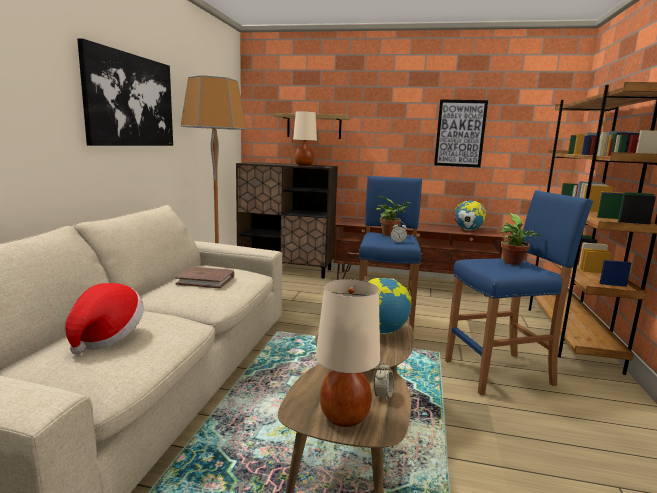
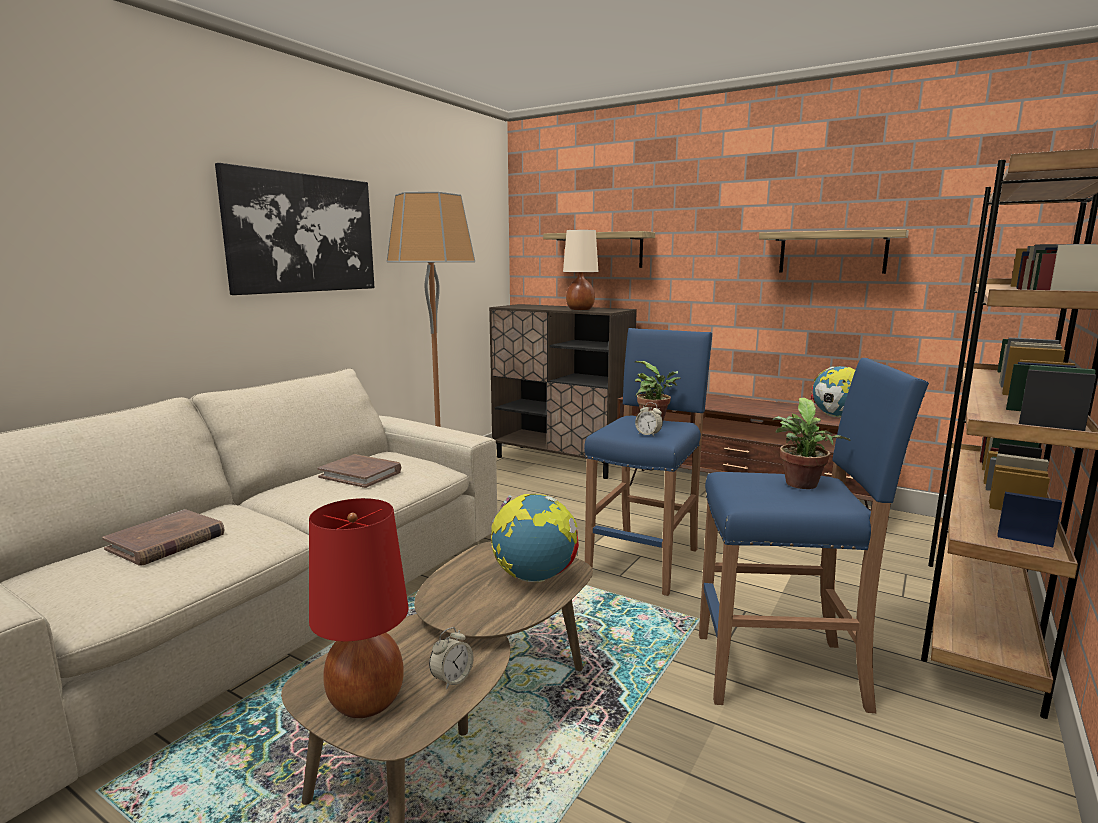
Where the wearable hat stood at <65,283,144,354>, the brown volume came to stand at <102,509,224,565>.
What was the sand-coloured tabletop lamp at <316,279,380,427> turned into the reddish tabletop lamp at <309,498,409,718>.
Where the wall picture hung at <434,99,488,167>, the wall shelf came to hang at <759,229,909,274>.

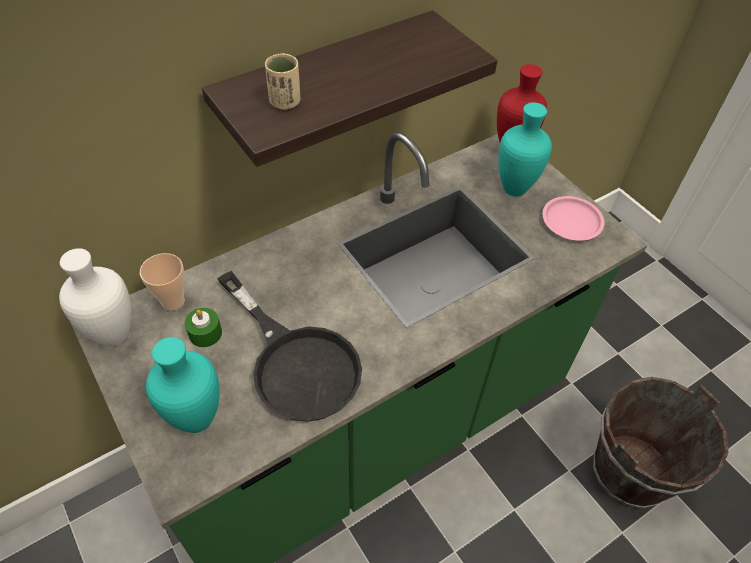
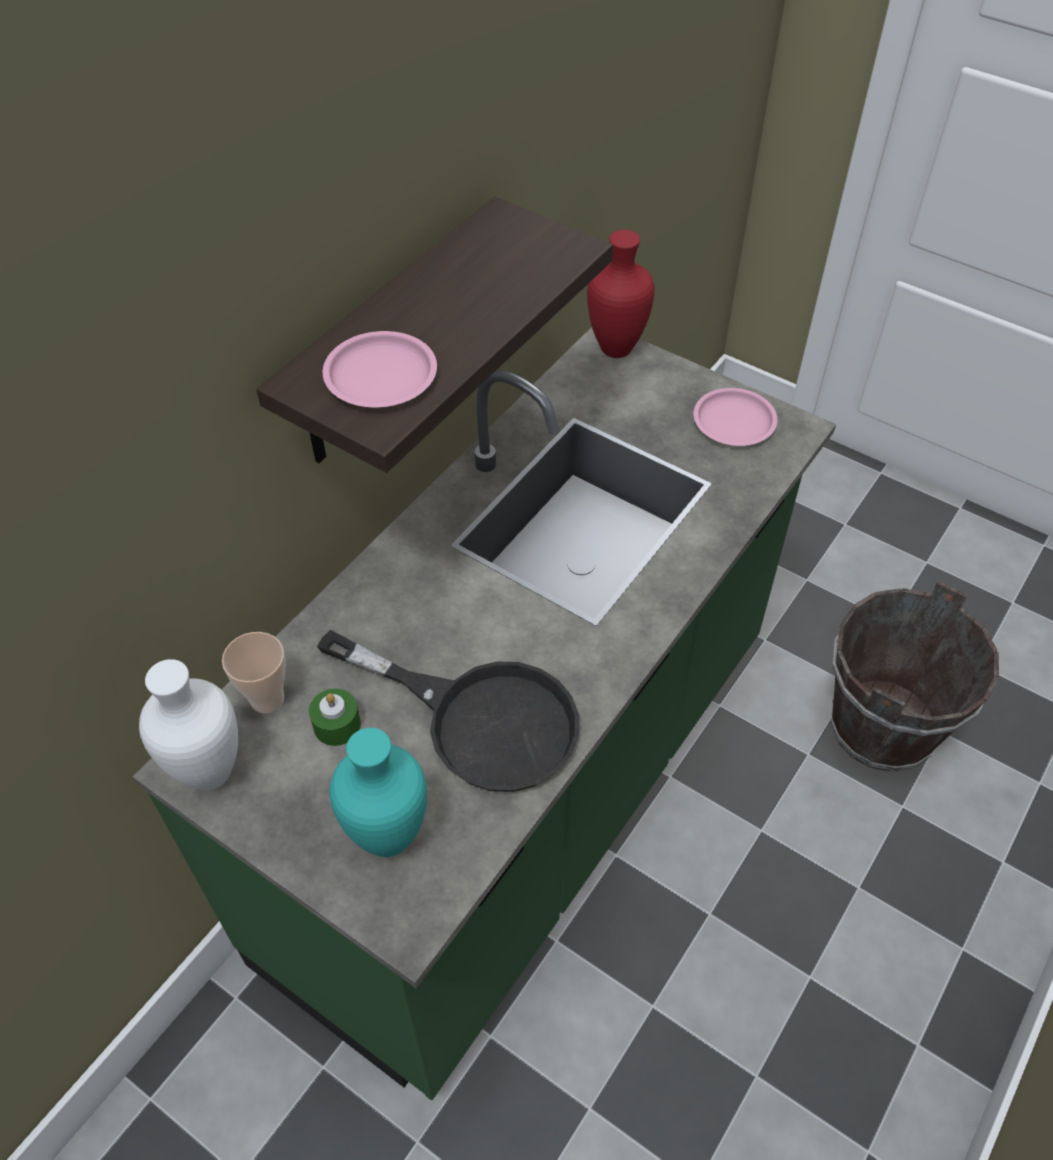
Where the sand-coloured cup stood at <265,53,300,110>, the pink dinner plate came to stand at <323,331,437,407>.
The second view lost the blue-green vase at <498,102,552,197>.

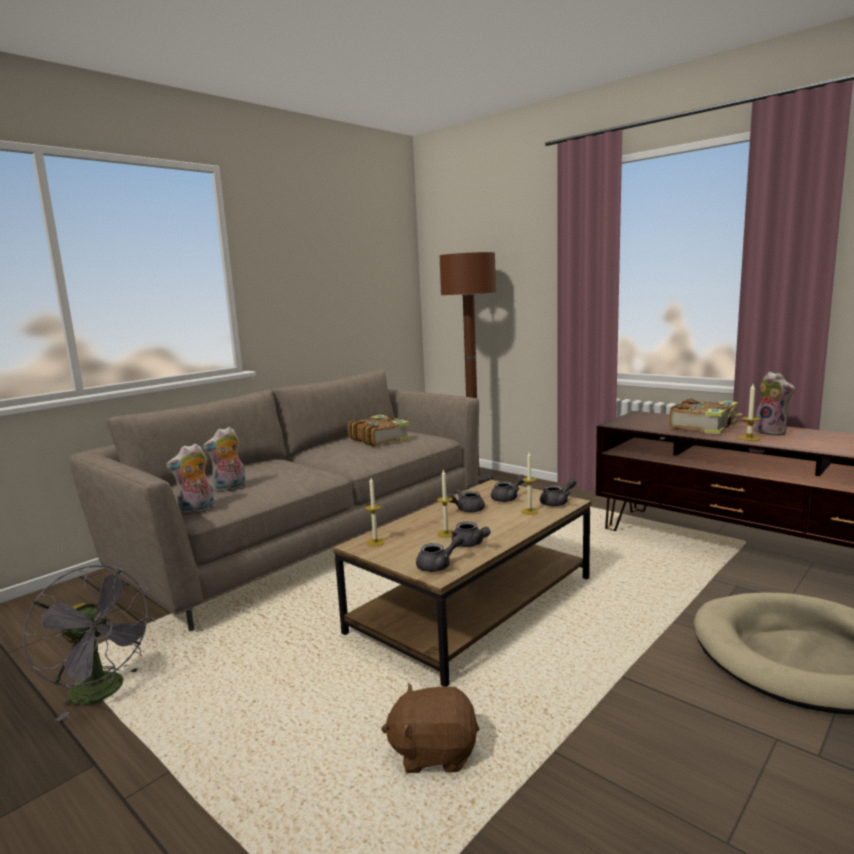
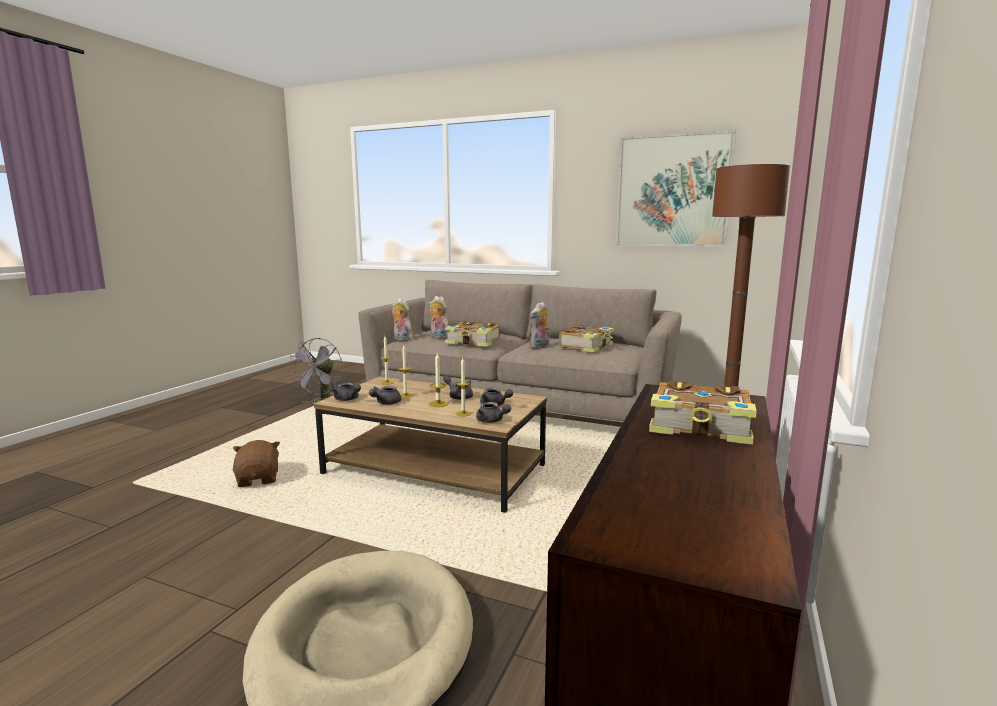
The wax candle ended up elsewhere, having gone from <738,384,761,441> to <429,353,448,407>.
The plush toy ended up elsewhere, having gone from <753,372,795,436> to <530,302,550,349>.
The second view gained the volume at <445,321,500,347>.
The second view gained the wall picture at <615,130,736,247>.

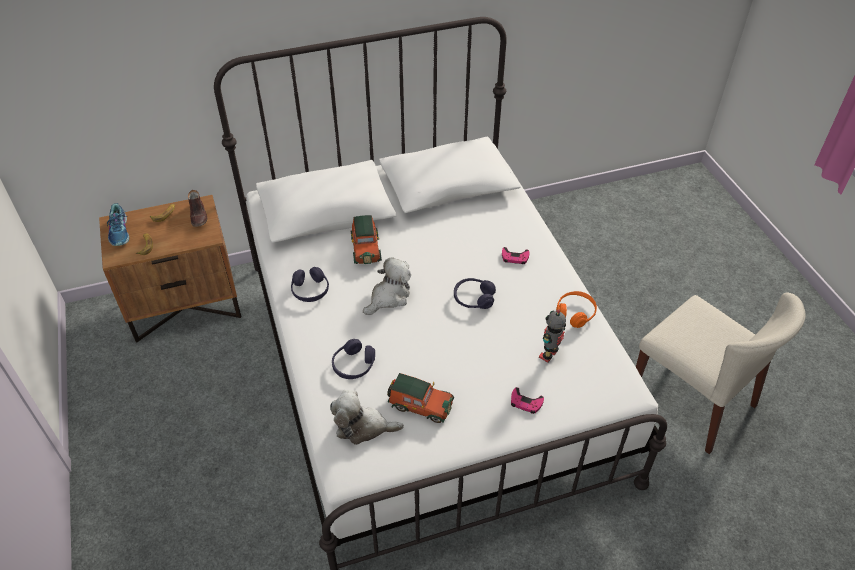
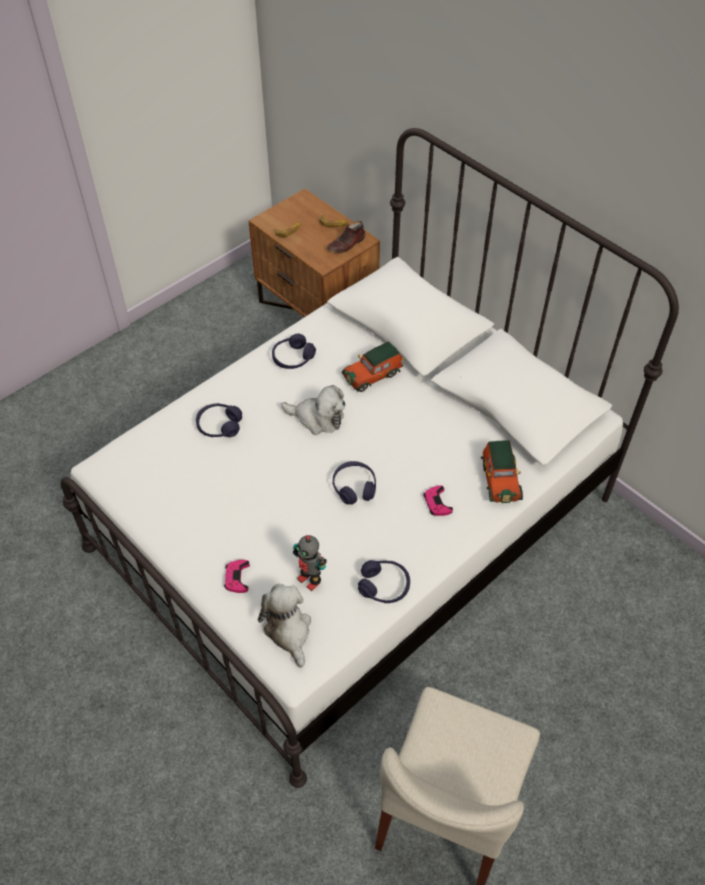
The second view lost the shoe at <107,203,129,246>.
The plush toy ended up elsewhere, having gone from <330,390,404,445> to <258,584,311,668>.
The toy car ended up elsewhere, having gone from <387,373,454,423> to <481,441,523,503>.
The model robot at <539,309,566,362> ended up facing another way, 150 degrees counterclockwise from before.
What was the orangey pair of headphones at <556,291,597,328> turned into the purplish pair of headphones at <358,560,410,603>.

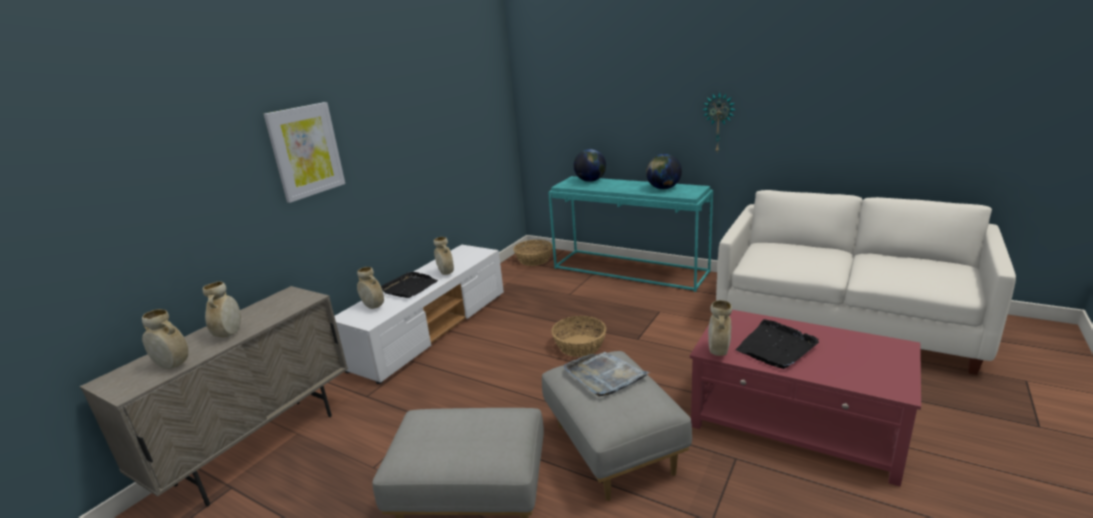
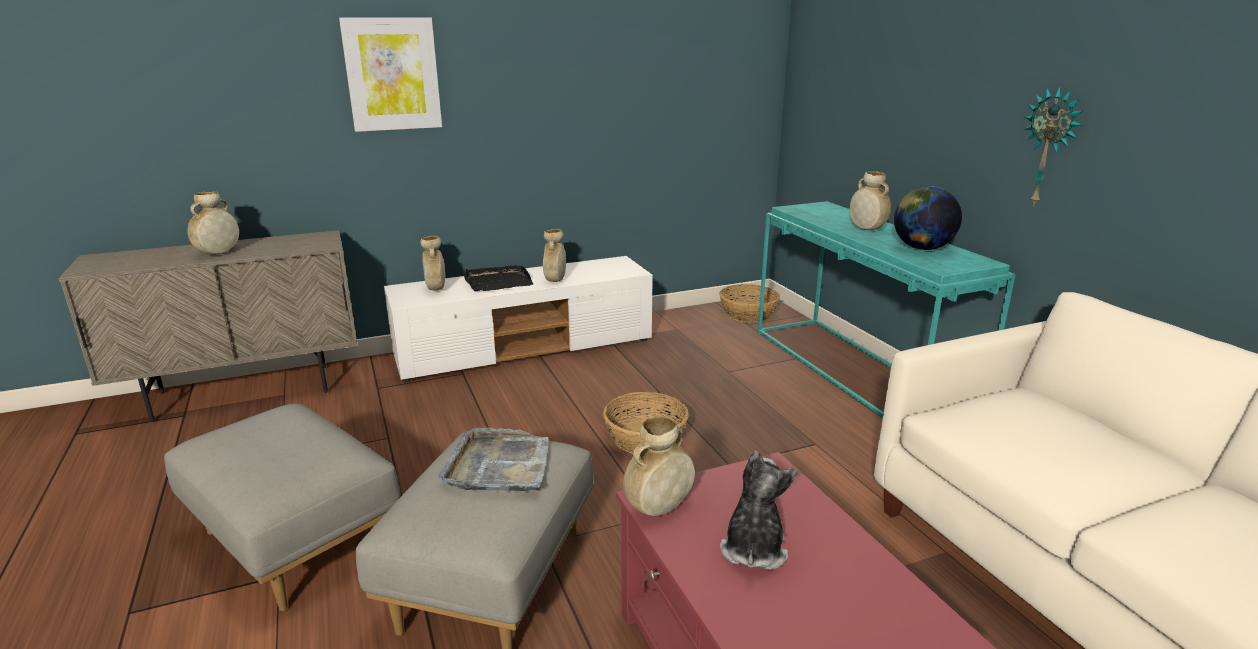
The sand-coloured vase ended up elsewhere, having gone from <142,309,189,369> to <850,171,891,230>.
The second view lost the globe at <574,149,606,182>.
Where the black serving tray stood at <735,319,819,369>, the plush toy came to stand at <720,451,798,570>.

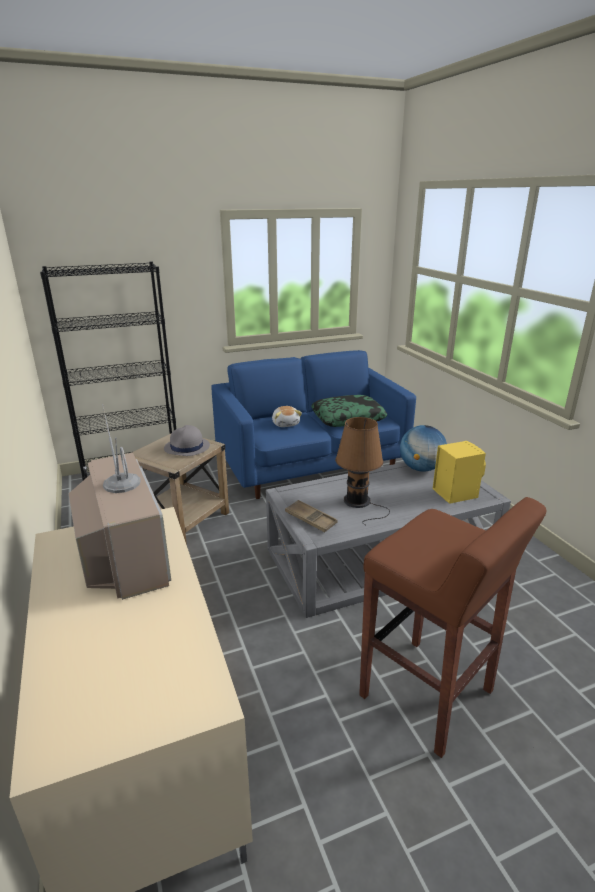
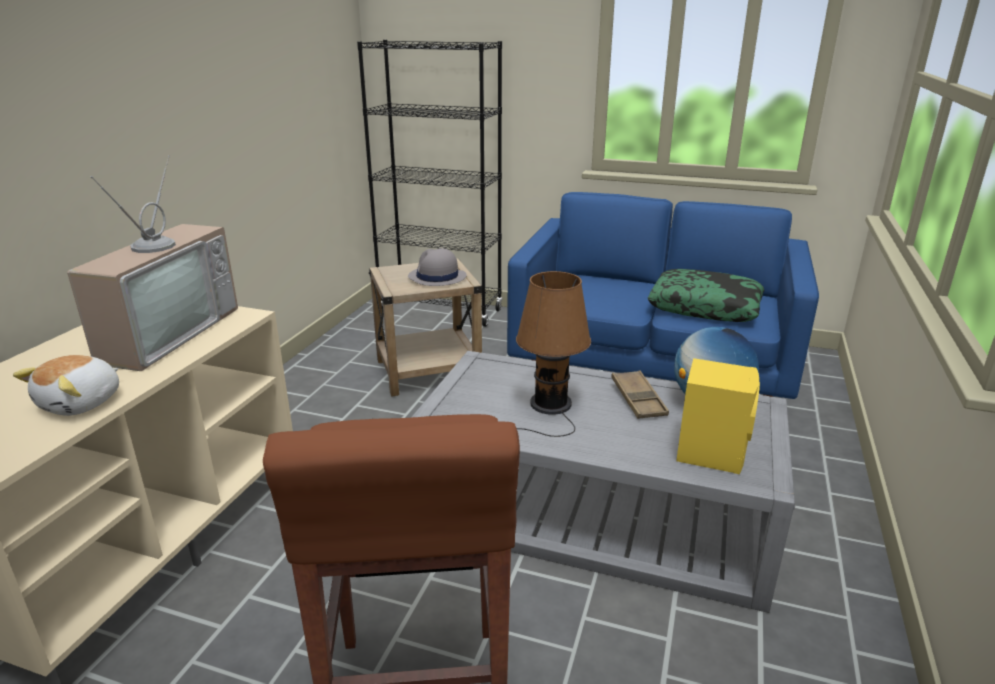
The plush toy ended up elsewhere, having gone from <272,406,302,427> to <13,355,119,416>.
The brown serving tray ended up elsewhere, having gone from <285,500,337,532> to <611,370,669,419>.

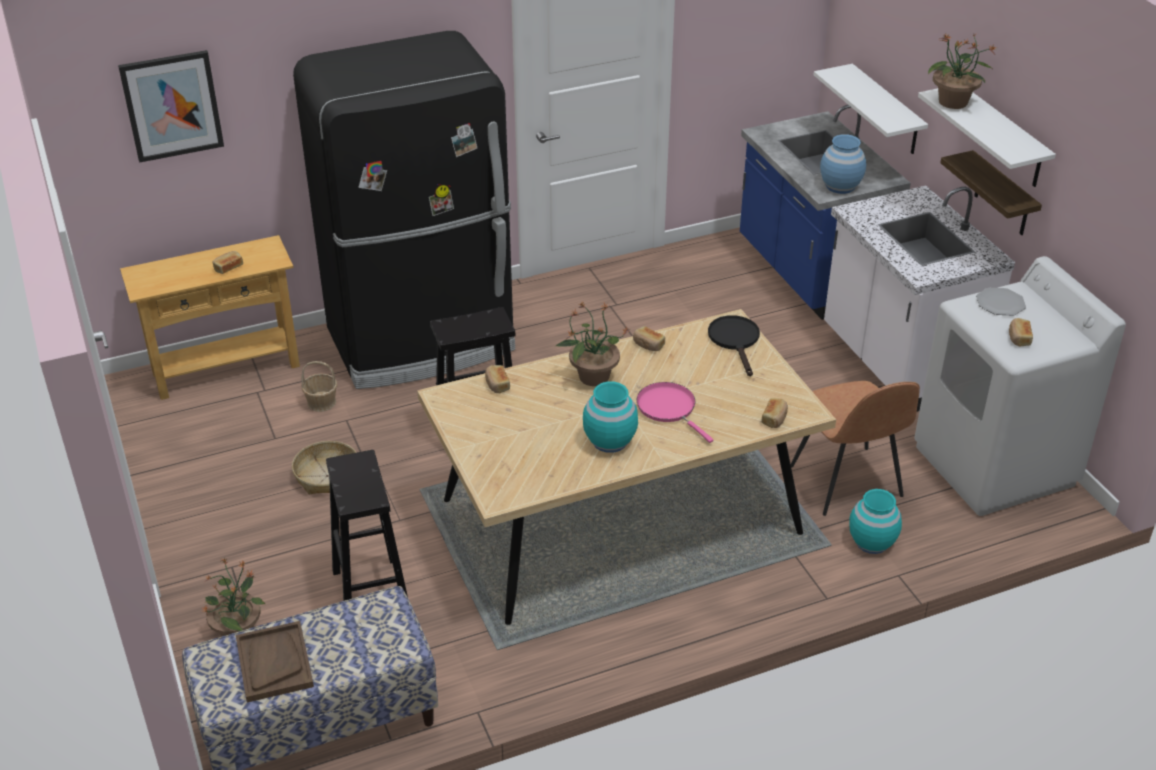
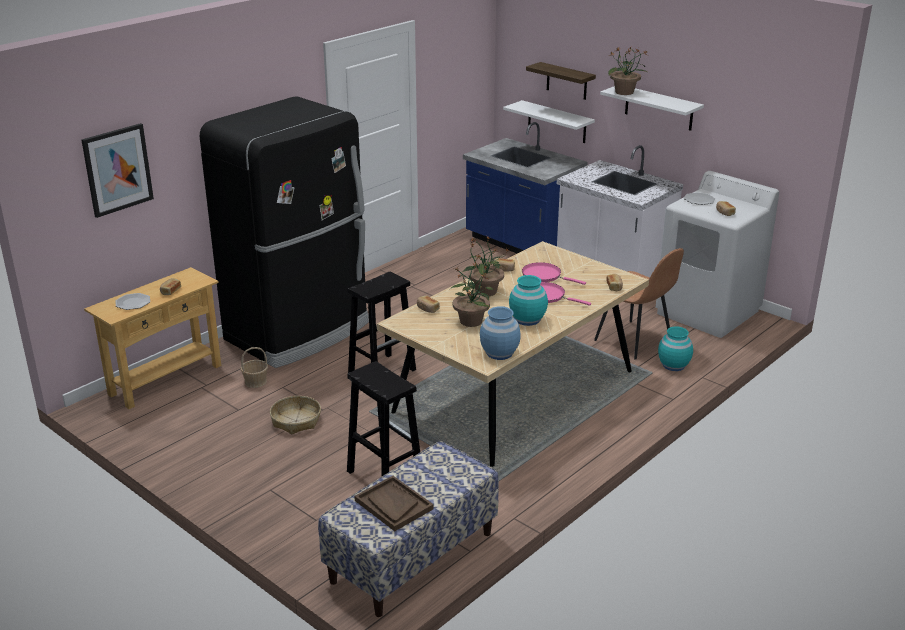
The houseplant ended up elsewhere, having gone from <202,559,265,636> to <450,262,494,327>.
The second view lost the black pan at <708,315,760,377>.
The bluish vase ended up elsewhere, having gone from <820,134,866,194> to <480,306,521,360>.
The wall shelf ended up elsewhere, having gone from <940,150,1042,235> to <526,62,596,100>.
The second view gained the dinner plate at <115,293,150,310>.
The second view gained the pink pan at <522,262,586,285>.

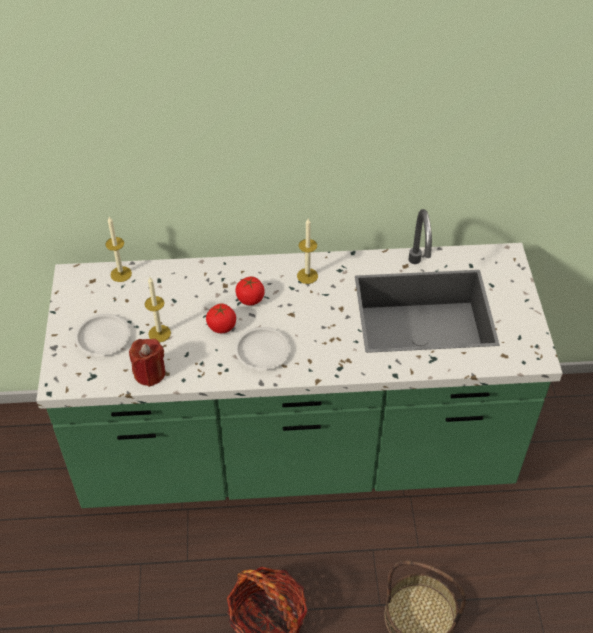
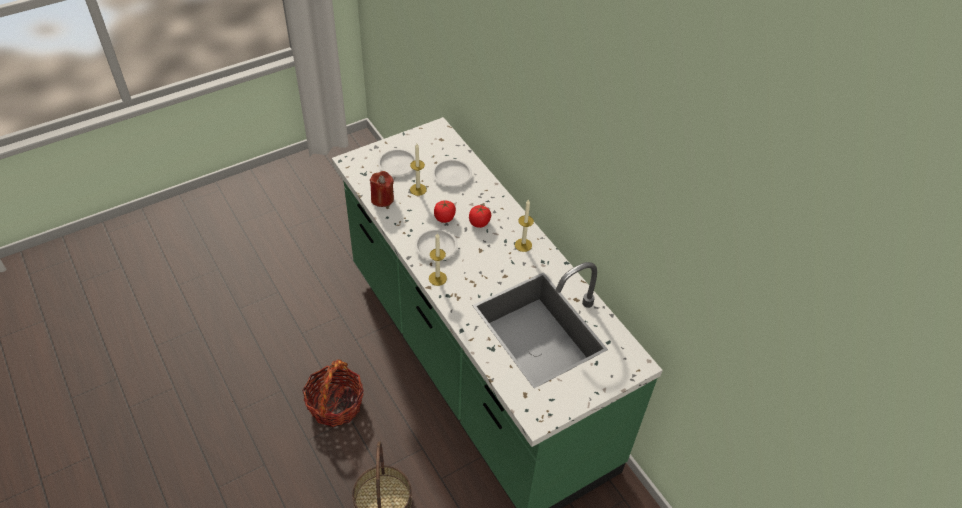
The wax candle ended up elsewhere, having gone from <105,217,132,282> to <429,233,447,286>.
The second view gained the whitish dinner plate at <432,159,472,187>.

